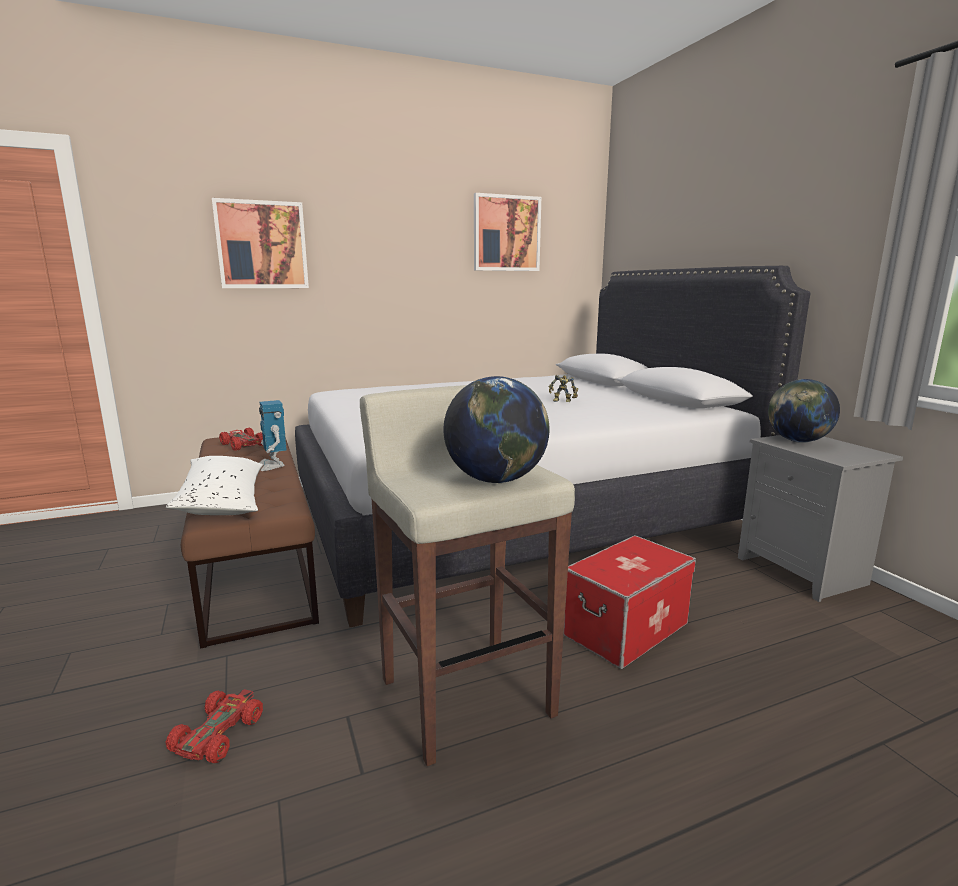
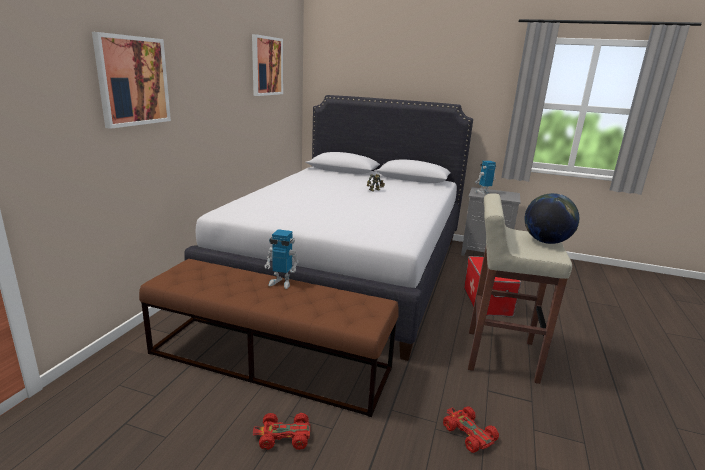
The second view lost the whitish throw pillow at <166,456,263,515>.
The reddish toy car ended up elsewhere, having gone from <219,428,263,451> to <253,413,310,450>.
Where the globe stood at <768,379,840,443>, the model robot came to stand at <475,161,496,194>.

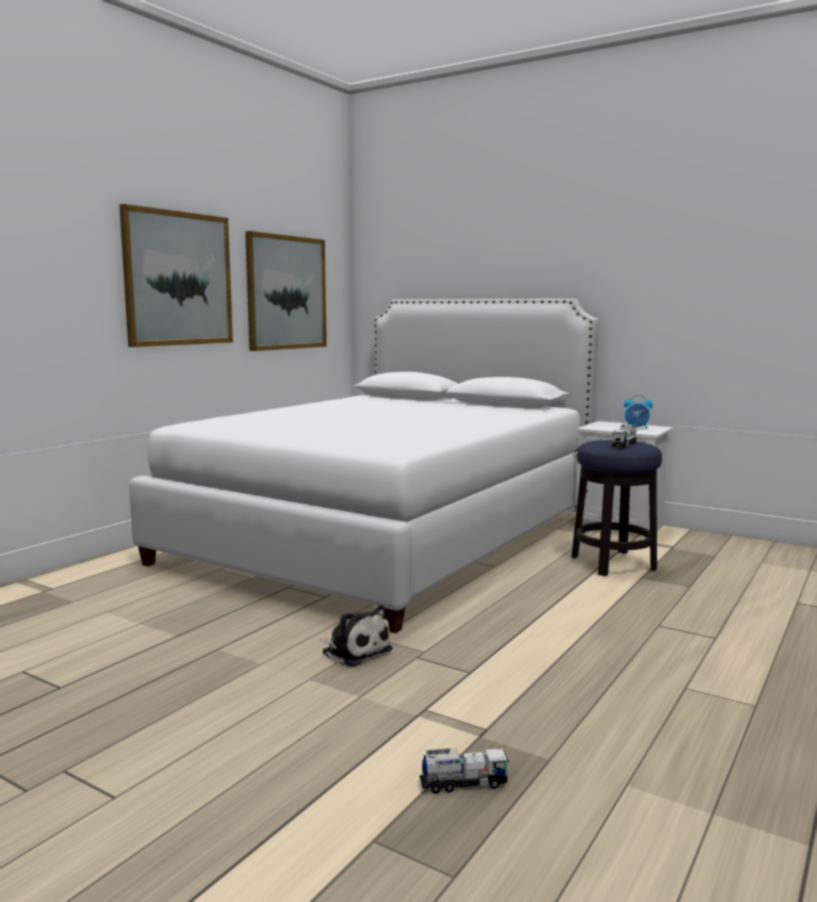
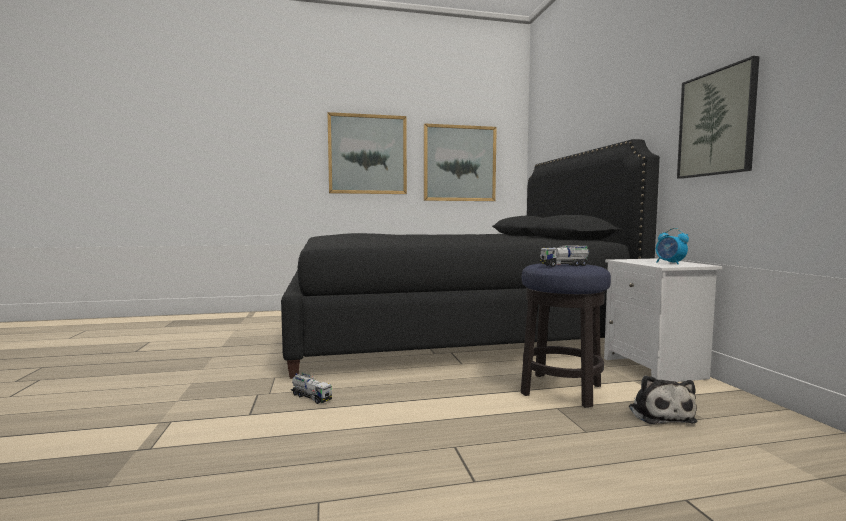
What was the whitish bedroom bed at <129,299,599,633> turned into the black bedroom bed at <281,139,660,379>.
The plush toy ended up elsewhere, having gone from <320,605,393,667> to <628,375,697,424>.
The toy lorry ended up elsewhere, having gone from <420,747,509,794> to <291,373,332,404>.
The second view gained the wall picture at <677,56,760,179>.

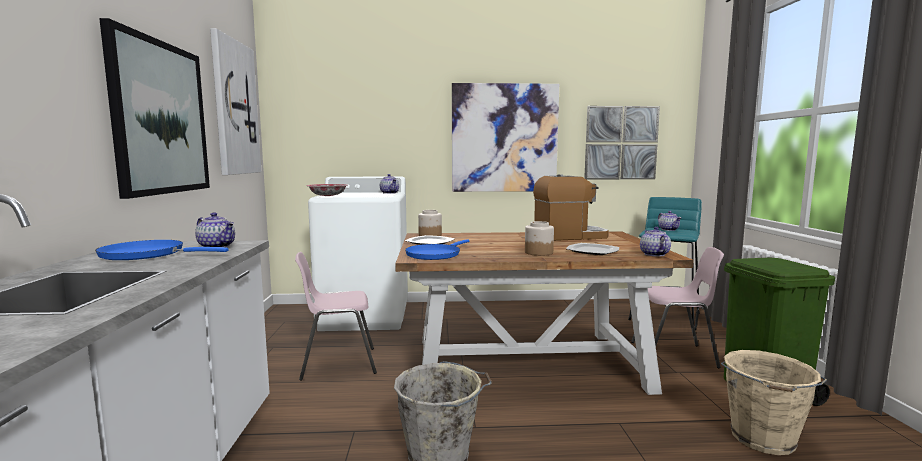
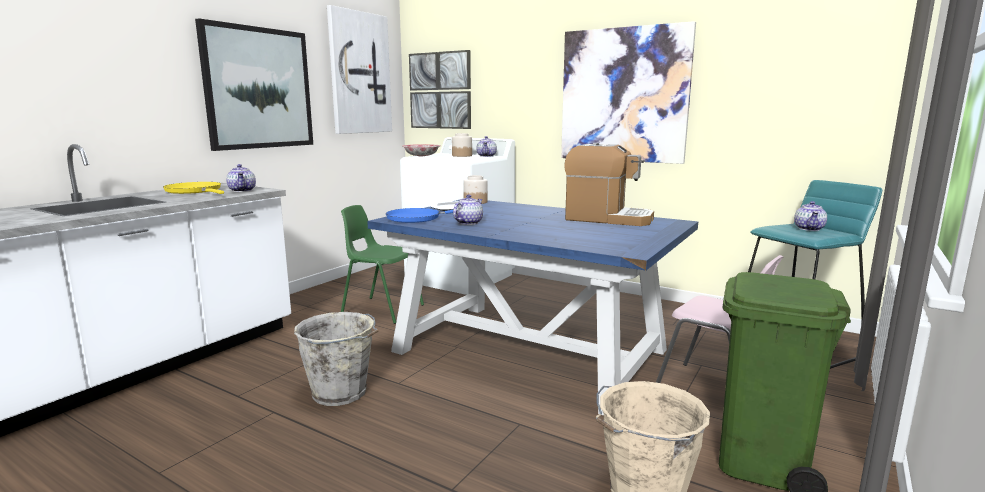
What was the bluish pan at <95,240,229,260> turned into the yellowish pan at <163,182,224,194>.
What was the pink chair at <295,252,377,380> turned into the green chair at <341,205,424,324>.
What was the brown dining table at <395,232,694,395> turned into the bluish dining table at <367,200,698,416>.
The jar ended up elsewhere, having gone from <525,221,554,256> to <452,133,472,157>.
The second view lost the dinner plate at <566,243,619,255>.
The wall picture ended up elsewhere, having gone from <584,106,660,179> to <409,50,471,129>.
The pot for tea ended up elsewhere, having gone from <640,227,671,257> to <453,195,483,225>.

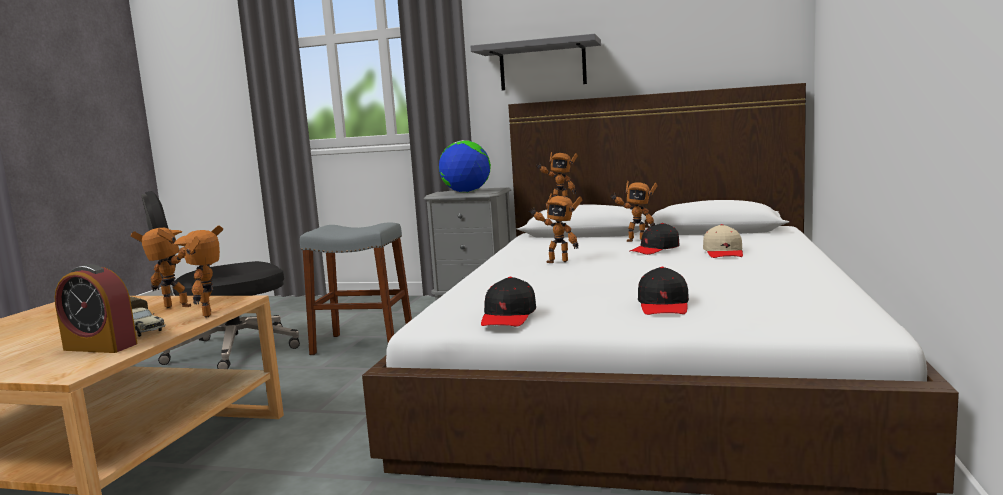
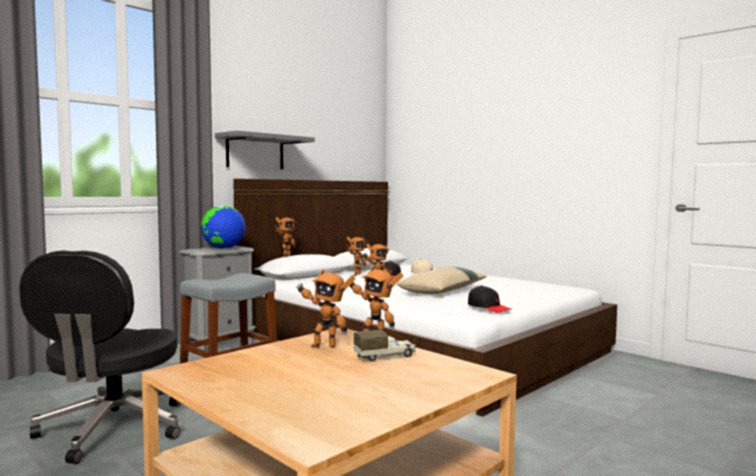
The second view lost the bedside clock at <55,264,138,353>.
The model robot at <130,228,191,308> ended up facing another way, 120 degrees counterclockwise from before.
The second view lost the black cap at <638,267,689,315>.
The second view gained the sand-coloured throw pillow at <397,266,487,294>.

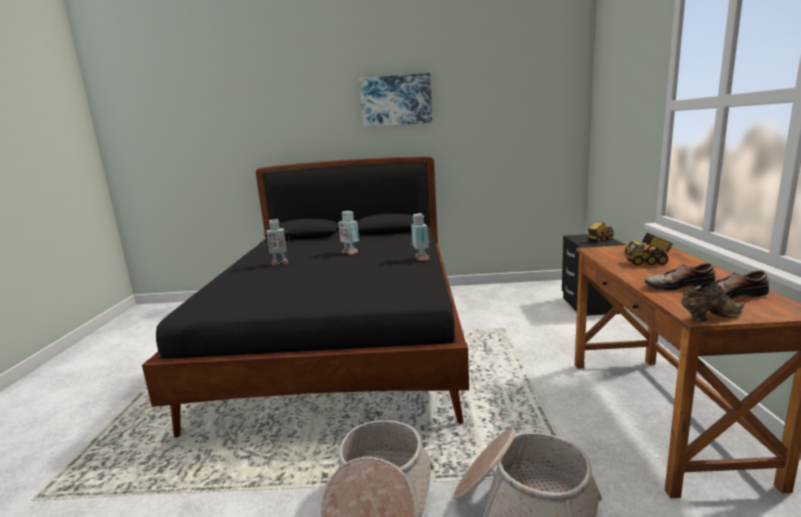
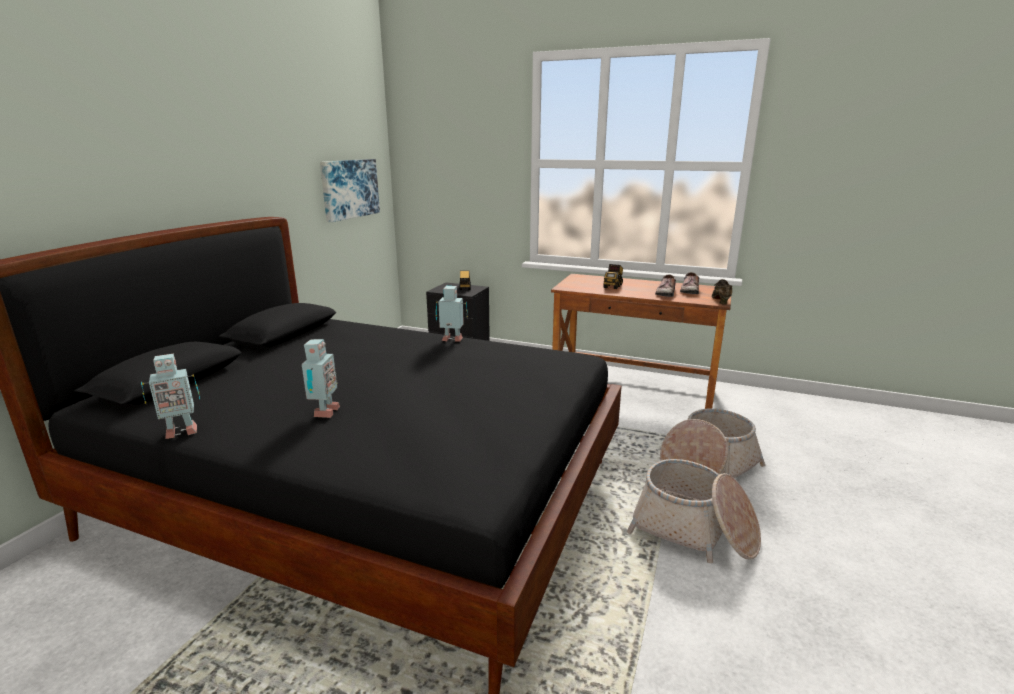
The model robot ended up elsewhere, having gone from <338,211,359,255> to <141,353,200,439>.
The wall picture ended up elsewhere, having gone from <359,73,432,127> to <320,159,380,222>.

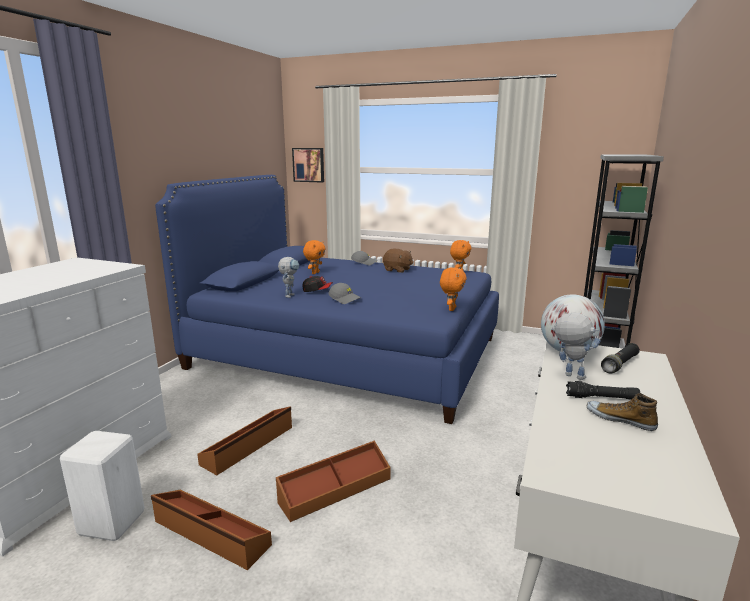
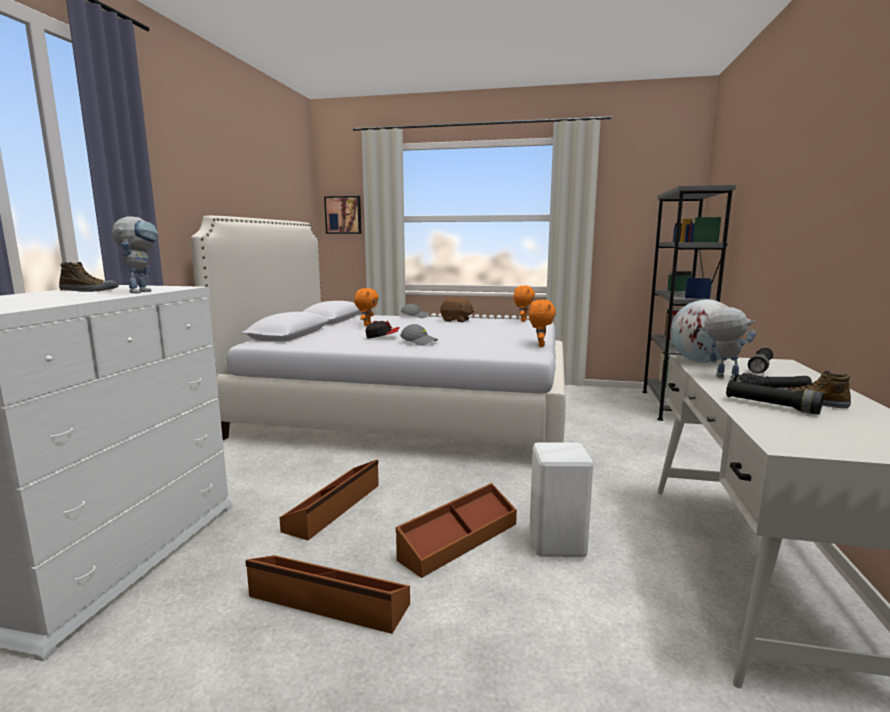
The whitish stool seat ended up elsewhere, having gone from <60,431,145,541> to <530,442,593,557>.
What was the bluish bedroom bed at <155,175,499,424> turned into the whitish bedroom bed at <191,215,566,446>.
The model robot ended up elsewhere, having gone from <278,257,299,298> to <112,216,159,293>.
The second view gained the shoe at <59,262,119,292>.
The second view gained the black flashlight at <726,379,824,414>.

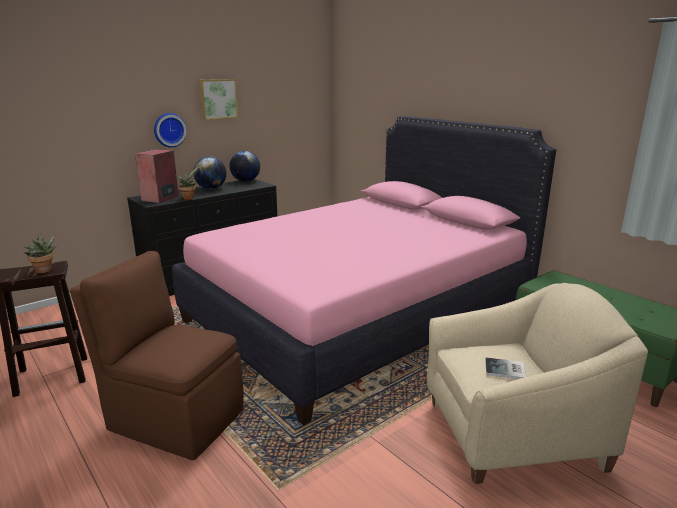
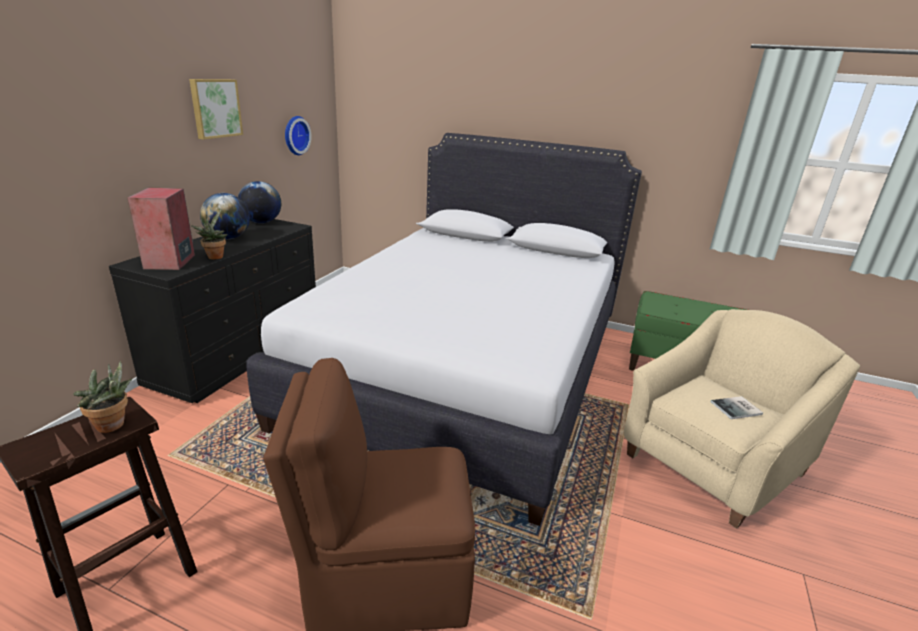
The wall clock ended up elsewhere, having gone from <154,113,187,147> to <285,116,312,155>.
What was the pink bedroom bed at <172,116,556,425> turned into the whitish bedroom bed at <246,133,642,526>.

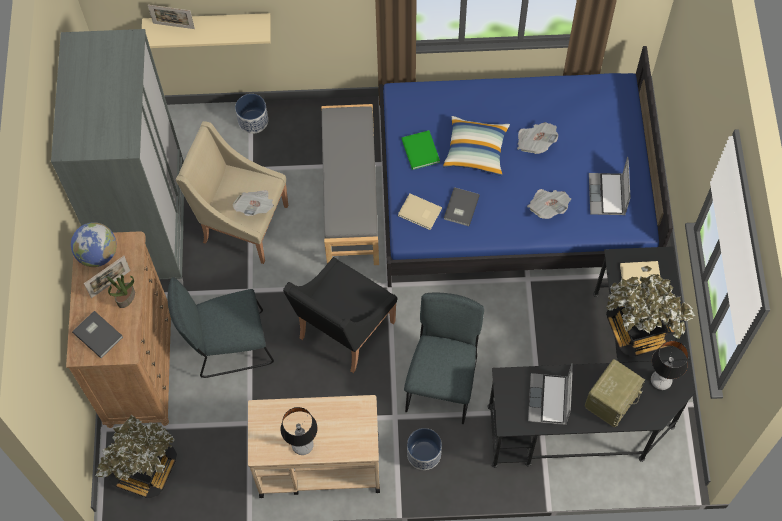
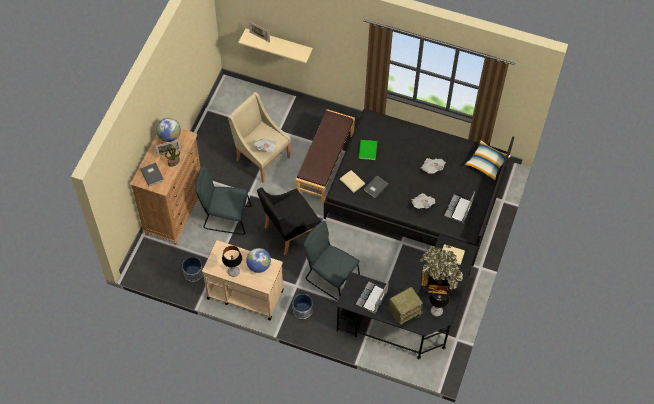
The second view lost the greyish wardrobe at <51,29,184,285>.
The second view lost the houseplant at <96,415,177,498>.
The flower pot ended up elsewhere, having gone from <235,94,268,134> to <182,257,203,282>.
What was the greyish bench at <321,104,379,265> turned into the brown bench at <296,109,355,205>.
What was the bluish bedroom bed at <379,46,673,287> turned into the black bedroom bed at <324,109,514,266>.
The greyish chair at <404,293,484,424> ended up facing another way, 90 degrees counterclockwise from before.
The throw pillow ended up elsewhere, having gone from <443,116,510,176> to <465,141,511,181>.
The second view gained the globe at <246,248,271,273>.

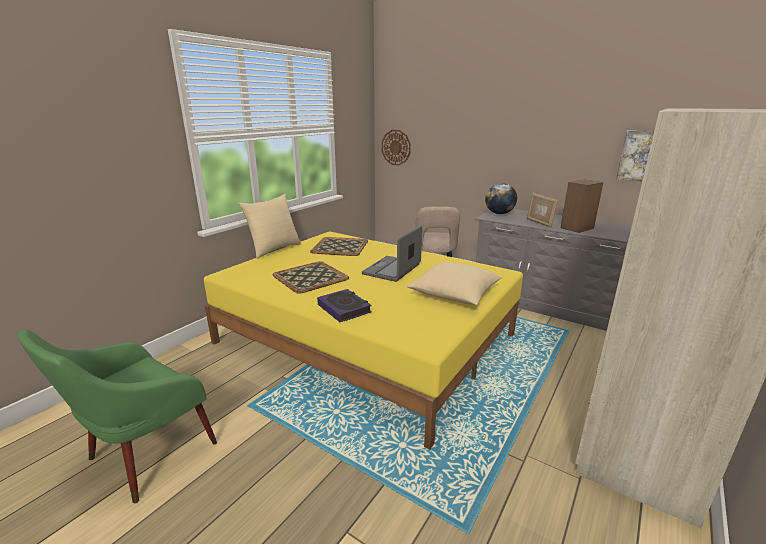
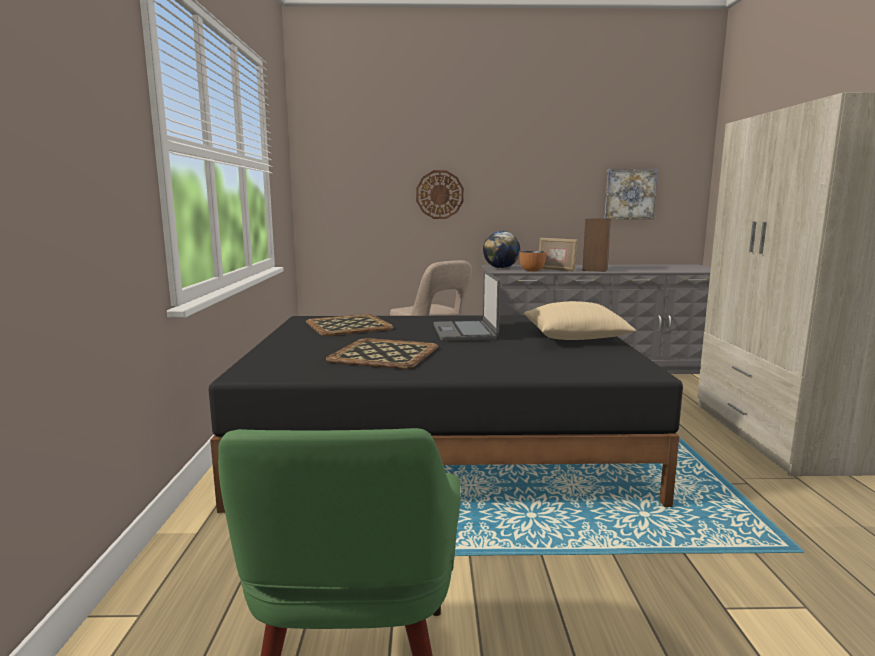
What was the yellowish bedroom bed at <204,231,523,450> turned into the black bedroom bed at <209,315,683,513>.
The second view lost the sand-coloured throw pillow at <238,194,301,259>.
The second view lost the volume at <317,289,372,322>.
The wall clock ended up elsewhere, having gone from <382,130,411,165> to <416,170,464,219>.
The second view gained the serving bowl at <519,251,547,272>.

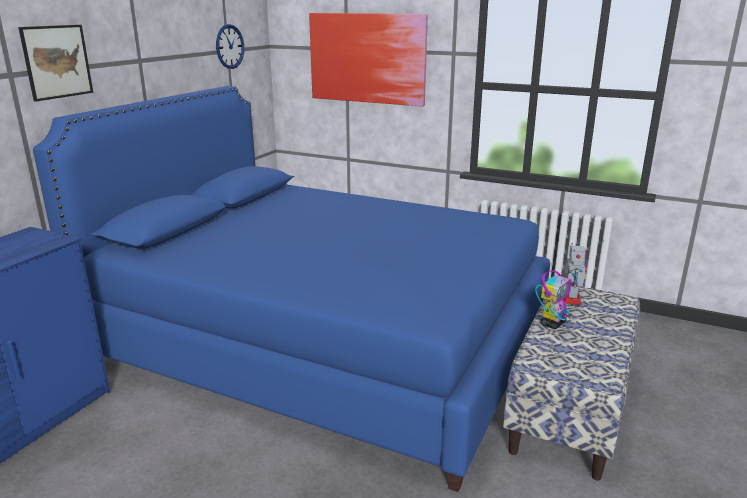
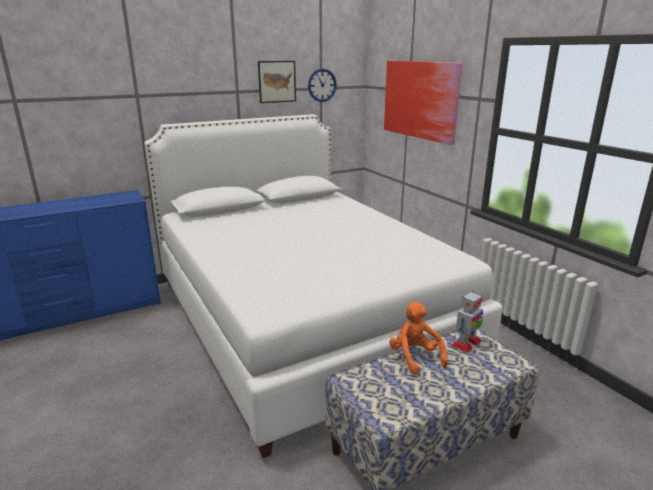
The wall picture ended up elsewhere, having gone from <18,25,93,101> to <258,61,296,103>.
What was the bluish bedroom bed at <33,86,550,492> turned into the whitish bedroom bed at <144,114,503,458>.
Where the model robot stood at <535,269,582,329>, the orangey plush toy came to stand at <389,302,448,375>.

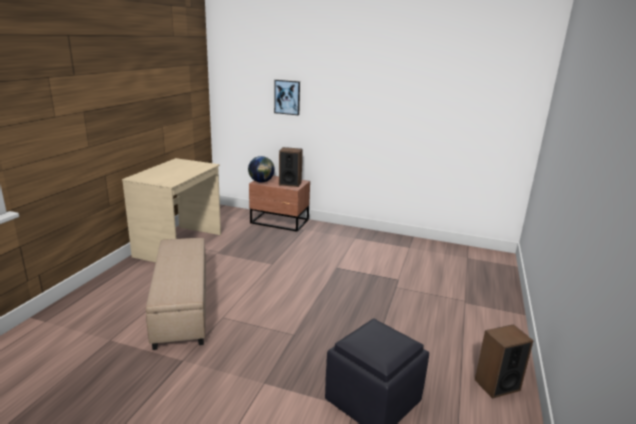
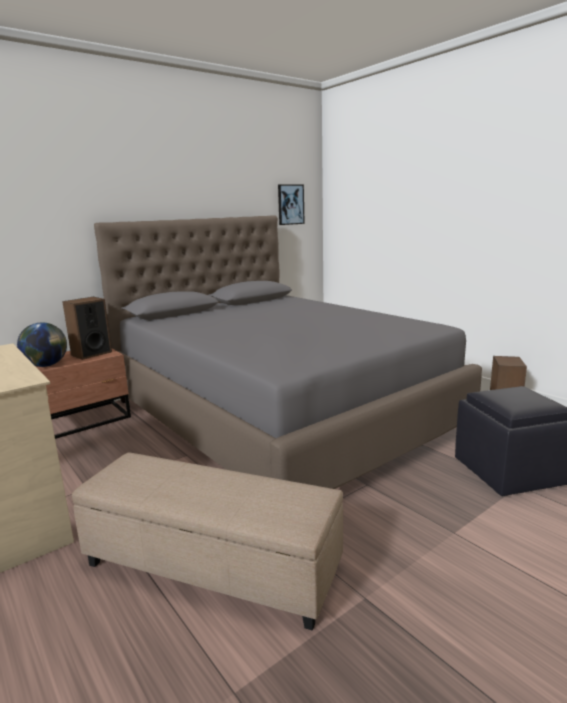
The wall picture ended up elsewhere, having gone from <274,80,300,115> to <278,184,305,225>.
The second view gained the greyish bedroom bed at <94,215,482,489>.

